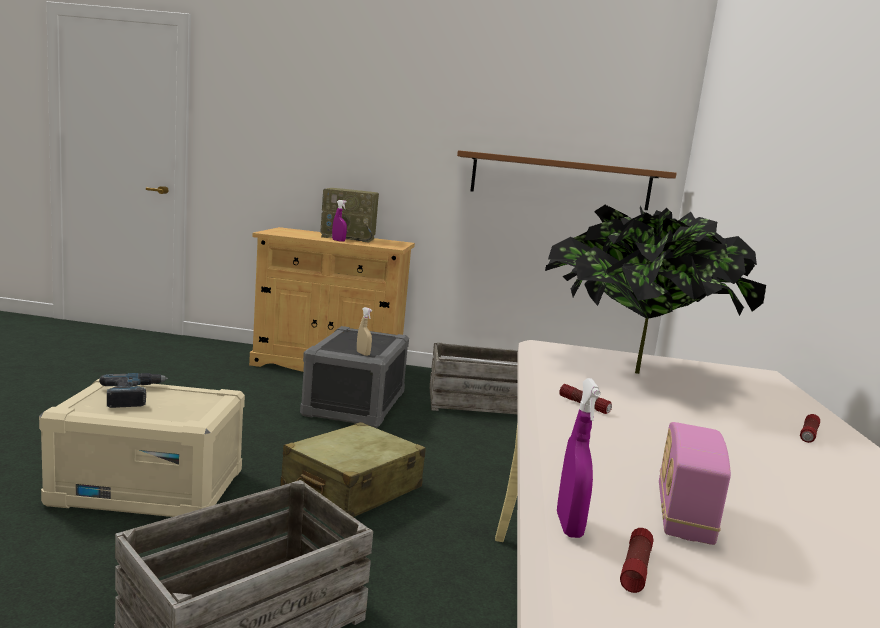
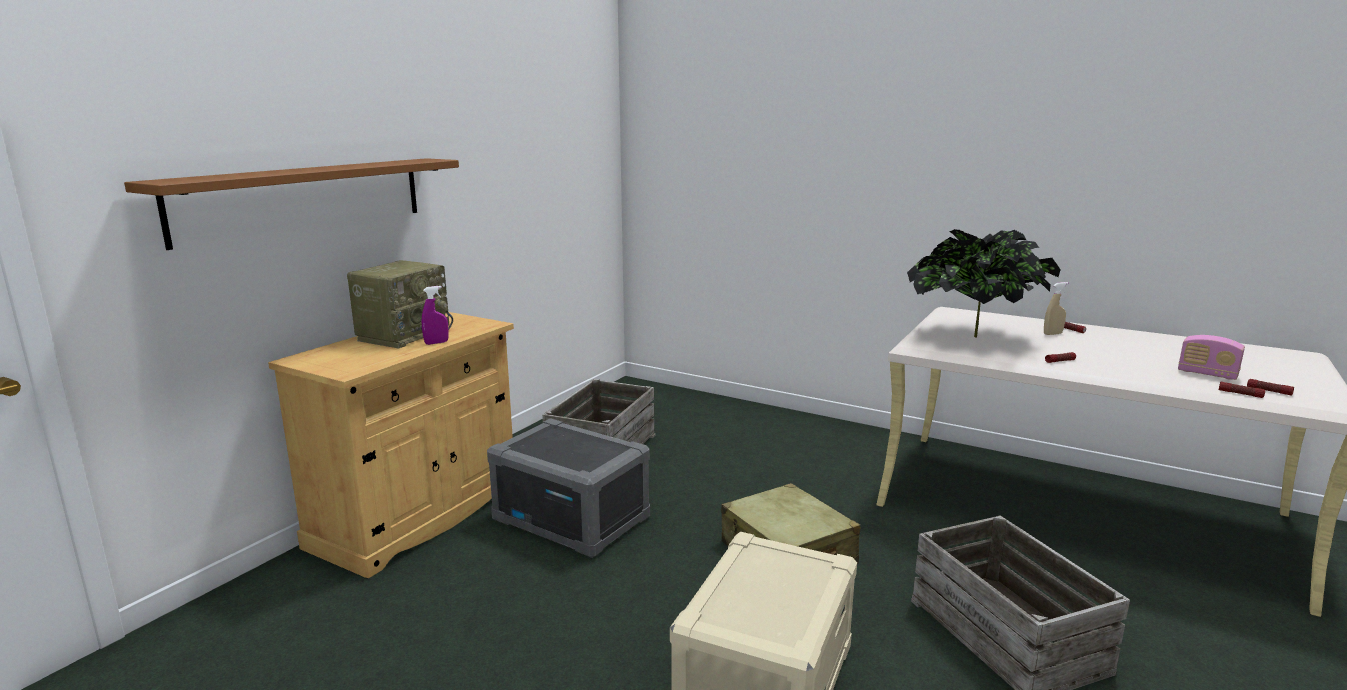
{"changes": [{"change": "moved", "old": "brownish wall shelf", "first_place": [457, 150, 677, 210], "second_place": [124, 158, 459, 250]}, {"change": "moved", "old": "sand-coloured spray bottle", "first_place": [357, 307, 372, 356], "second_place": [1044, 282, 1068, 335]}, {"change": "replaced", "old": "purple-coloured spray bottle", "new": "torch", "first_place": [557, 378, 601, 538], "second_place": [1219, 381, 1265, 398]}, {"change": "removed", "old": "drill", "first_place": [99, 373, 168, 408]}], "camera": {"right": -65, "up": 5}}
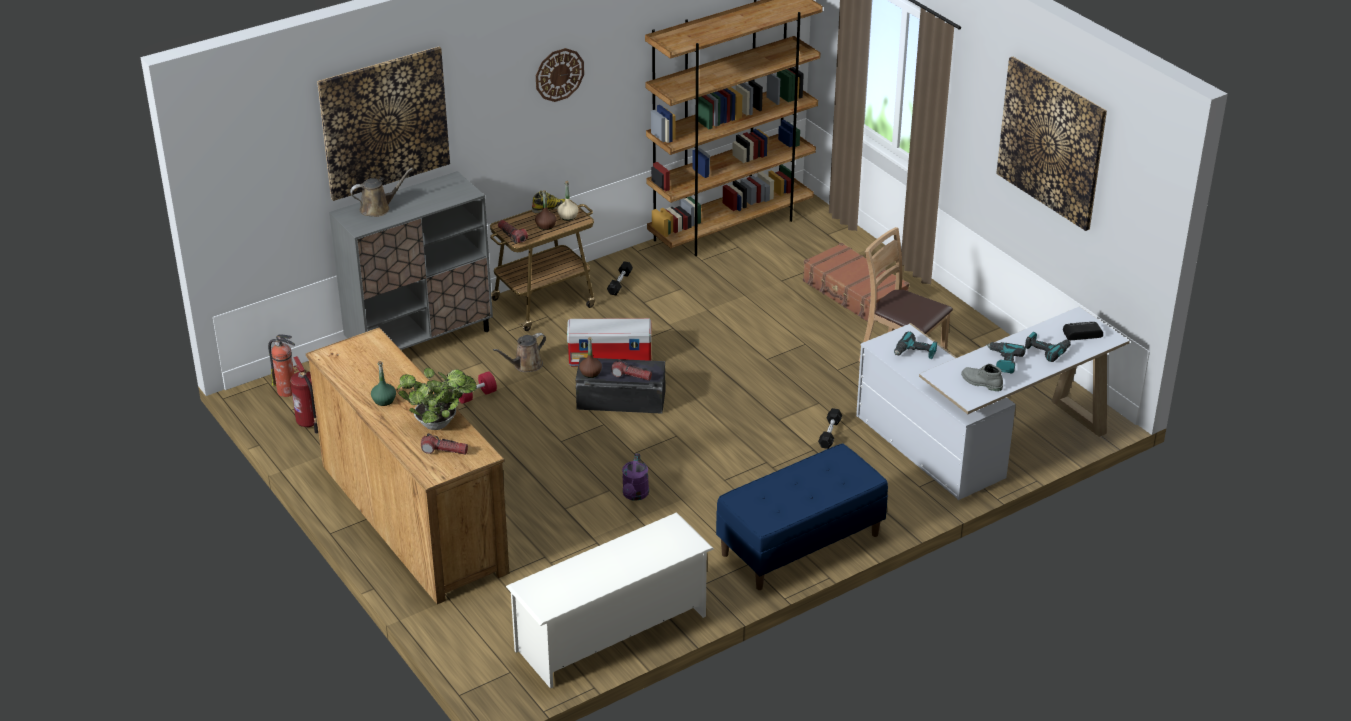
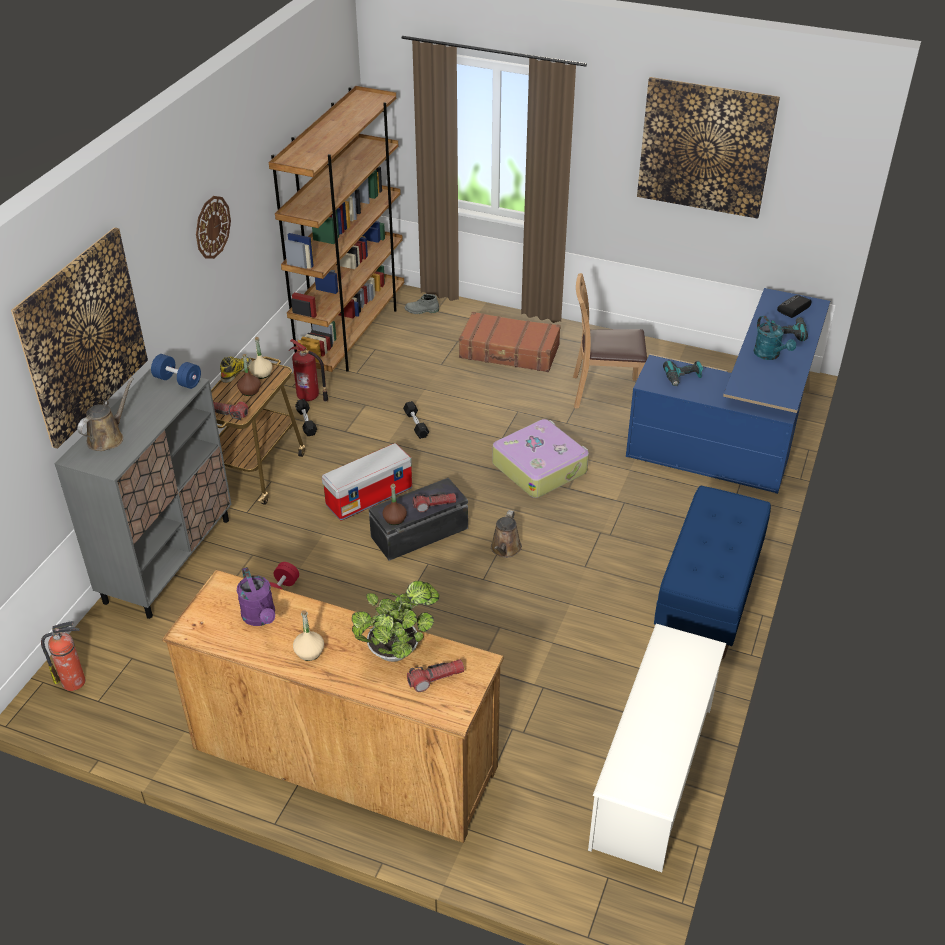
{"changes": [{"change": "added", "new": "blue-coloured hand weight", "second_place": [151, 354, 201, 389]}, {"change": "moved", "old": "purple-coloured sprinkling can", "first_place": [622, 453, 649, 501], "second_place": [237, 567, 275, 626]}, {"change": "moved", "old": "extinguisher", "first_place": [290, 356, 318, 434], "second_place": [289, 339, 328, 402]}, {"change": "recoloured", "old": "greenish beverage bottle", "new": "sand-coloured beverage bottle", "first_place": [371, 361, 396, 406], "second_place": [293, 610, 324, 661]}, {"change": "moved", "old": "black-coloured hand weight", "first_place": [818, 408, 842, 449], "second_place": [403, 401, 429, 439]}, {"change": "moved", "old": "grey high-top boot", "first_place": [961, 364, 1003, 391], "second_place": [405, 294, 439, 314]}, {"change": "moved", "old": "brownish sprinkling can", "first_place": [493, 333, 546, 372], "second_place": [491, 510, 522, 558]}, {"change": "added", "new": "piece of luggage", "second_place": [492, 419, 589, 498]}, {"change": "recoloured", "old": "white-coloured desk", "new": "blue-coloured desk", "first_place": [856, 307, 1130, 500], "second_place": [626, 288, 830, 494]}, {"change": "replaced", "old": "drill", "new": "blue-green sprinkling can", "first_place": [986, 342, 1026, 374], "second_place": [754, 316, 796, 360]}], "camera": {"right": -35, "up": 5}}
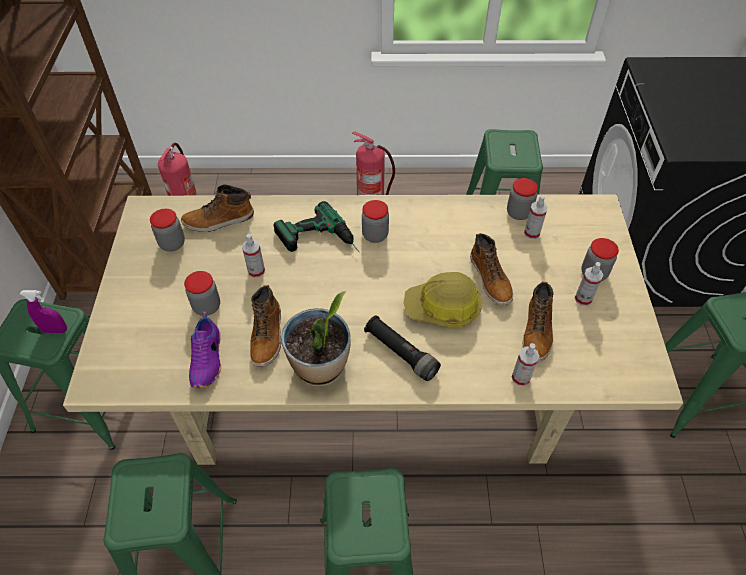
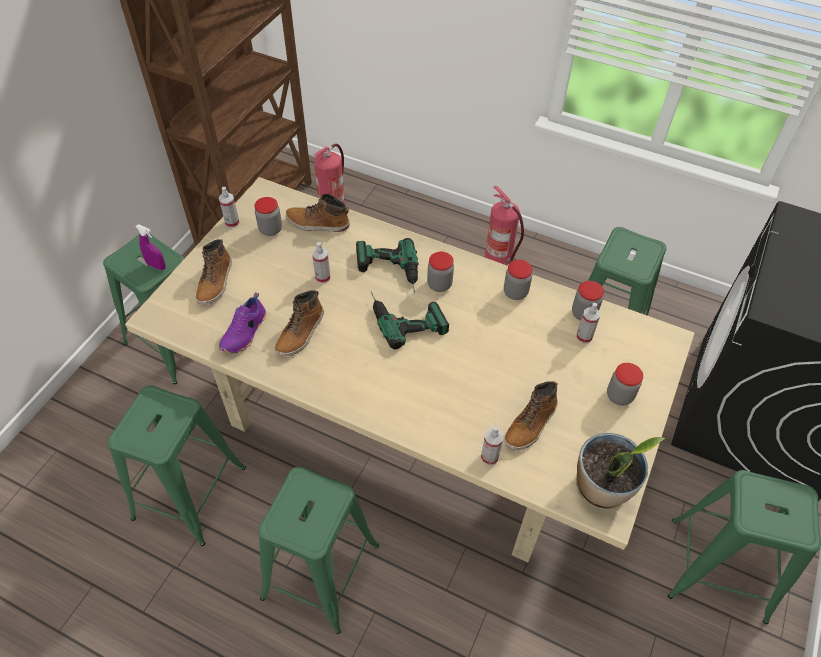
{"changes": [{"change": "moved", "old": "high-top boot", "first_place": [470, 233, 513, 305], "second_place": [196, 239, 232, 304]}, {"change": "moved", "old": "spray bottle", "first_place": [575, 262, 603, 306], "second_place": [219, 187, 239, 228]}, {"change": "added", "new": "drill", "second_place": [371, 292, 449, 349]}, {"change": "moved", "old": "preserve jar", "first_place": [184, 271, 220, 316], "second_place": [504, 260, 533, 300]}, {"change": "moved", "old": "plant in a pot", "first_place": [281, 291, 351, 387], "second_place": [576, 433, 665, 510]}, {"change": "removed", "old": "black-coloured torch", "first_place": [364, 315, 441, 381]}, {"change": "removed", "old": "safety helmet", "first_place": [404, 272, 482, 327]}], "camera": {"right": 25, "up": 0}}
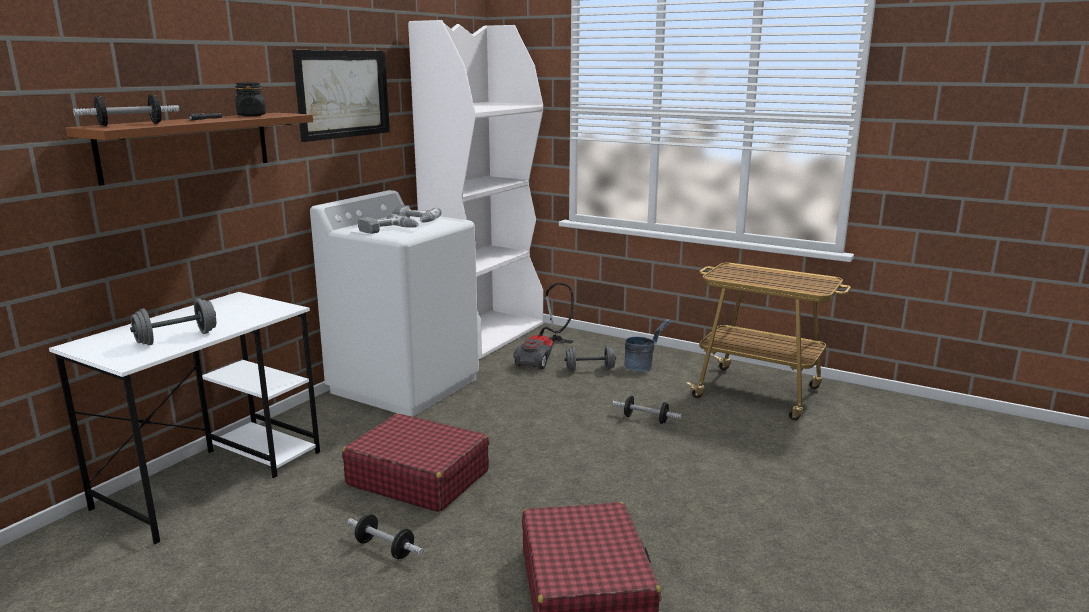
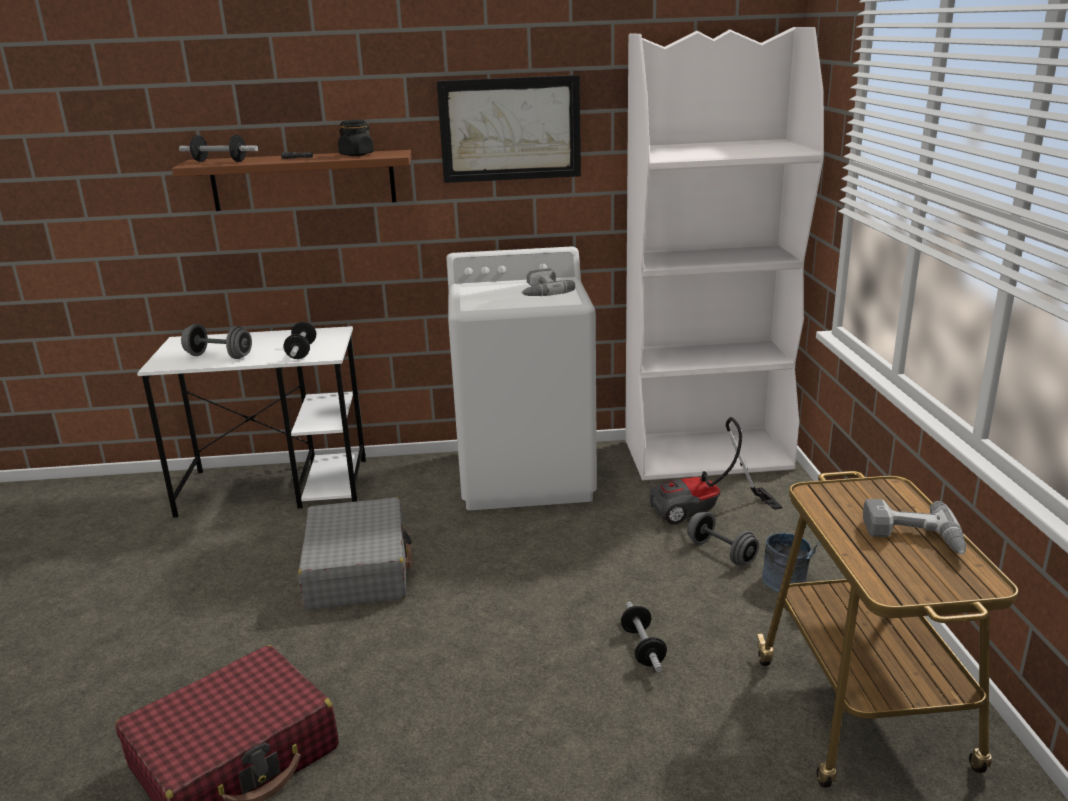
{"changes": [{"change": "moved", "old": "hand weight", "first_place": [347, 514, 423, 559], "second_place": [284, 322, 316, 359]}, {"change": "recoloured", "old": "reddish piece of luggage", "new": "grey piece of luggage", "first_place": [342, 414, 489, 512], "second_place": [298, 497, 412, 610]}, {"change": "moved", "old": "drill", "first_place": [358, 214, 419, 234], "second_place": [863, 499, 966, 555]}], "camera": {"right": 55, "up": 5}}
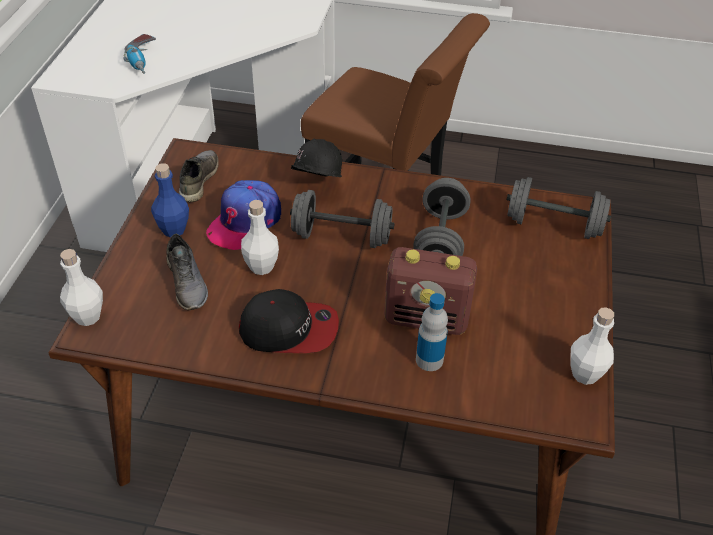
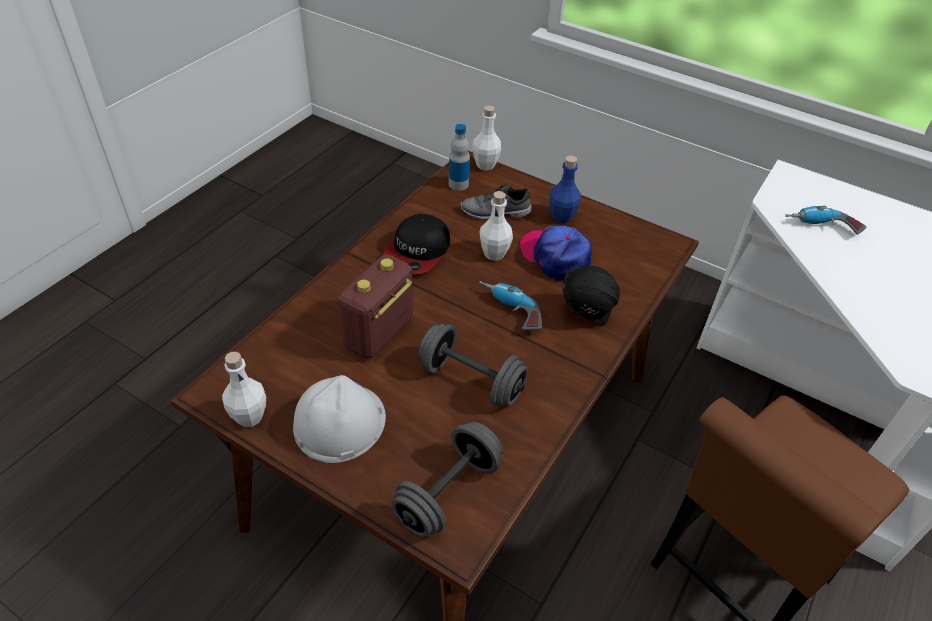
{"changes": [{"change": "added", "new": "white-coloured safety helmet", "second_place": [293, 375, 386, 463]}, {"change": "moved", "old": "beverage bottle", "first_place": [416, 293, 448, 371], "second_place": [449, 124, 470, 191]}, {"change": "replaced", "old": "grey hand weight", "new": "drill", "first_place": [290, 190, 395, 248], "second_place": [479, 281, 542, 330]}, {"change": "removed", "old": "grey shoe", "first_place": [179, 150, 219, 202]}], "camera": {"right": 110, "up": 0}}
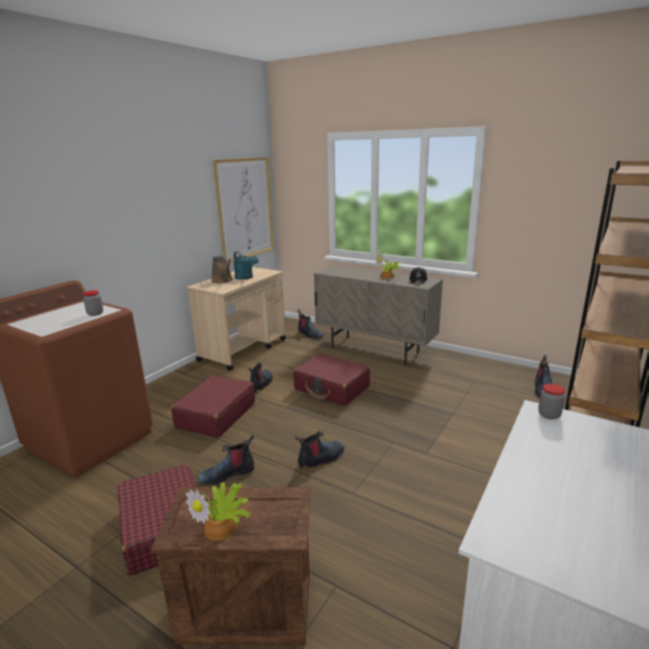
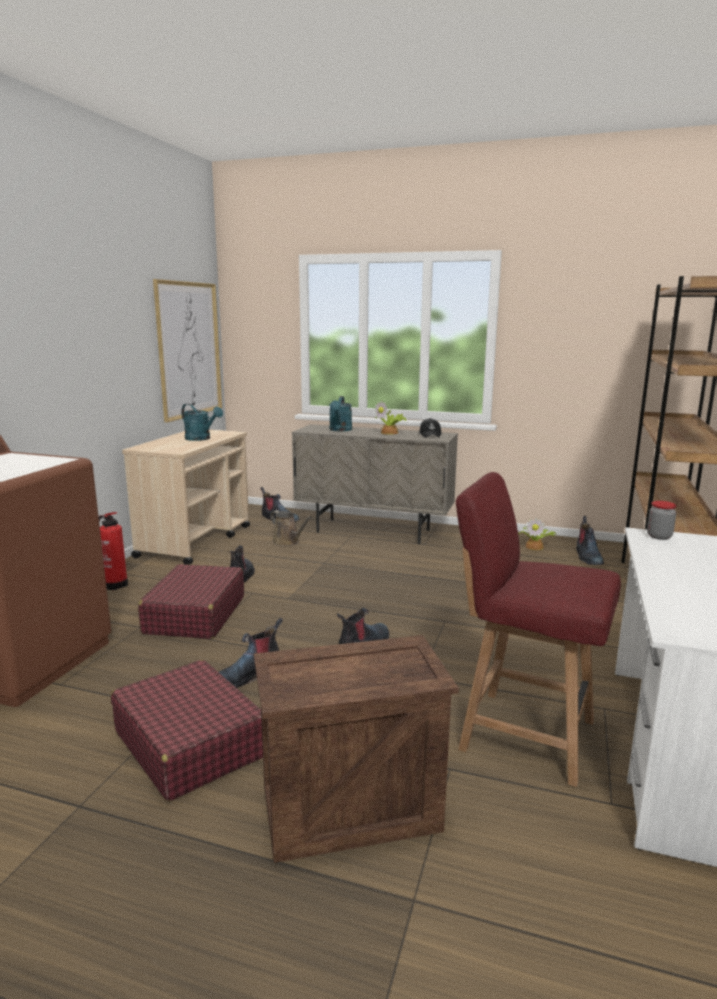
{"changes": [{"change": "added", "new": "extinguisher", "second_place": [99, 512, 128, 590]}, {"change": "moved", "old": "brownish sprinkling can", "first_place": [211, 256, 233, 283], "second_place": [270, 510, 312, 546]}, {"change": "added", "new": "blue-green sprinkling can", "second_place": [330, 396, 352, 431]}, {"change": "added", "new": "reddish plain chair", "second_place": [456, 472, 621, 787]}, {"change": "moved", "old": "plant in a pot", "first_place": [186, 481, 251, 541], "second_place": [518, 518, 556, 550]}, {"change": "removed", "old": "preserve jar", "first_place": [83, 290, 103, 316]}, {"change": "removed", "old": "reddish piece of luggage", "first_place": [293, 353, 370, 406]}], "camera": {"right": -15, "up": -5}}
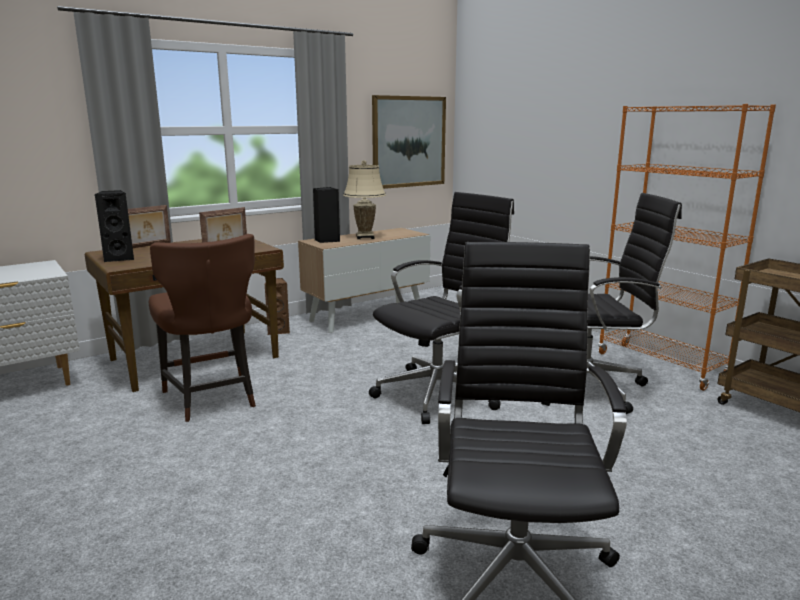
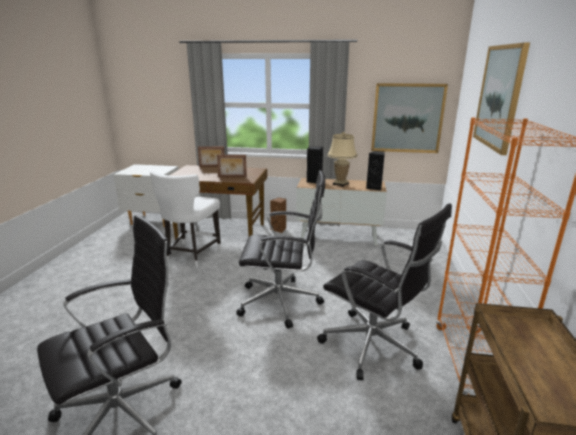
{"changes": [{"change": "recoloured", "old": "brownish plain chair", "new": "white-coloured plain chair", "first_place": [149, 234, 256, 422], "second_place": [150, 171, 221, 267]}, {"change": "moved", "old": "black-coloured speaker", "first_place": [95, 190, 134, 262], "second_place": [366, 151, 385, 191]}, {"change": "added", "new": "picture", "second_place": [473, 43, 530, 155]}], "camera": {"right": 45, "up": 5}}
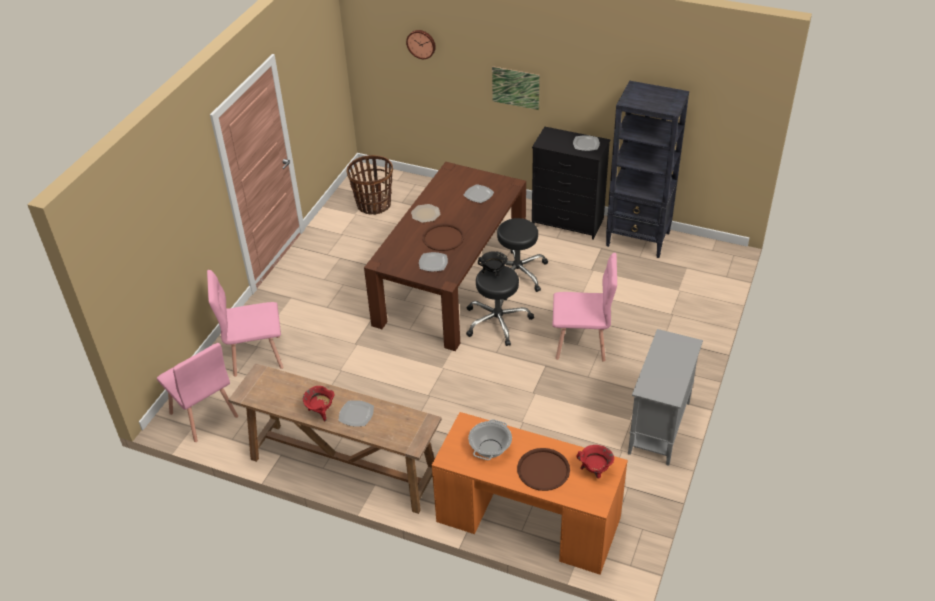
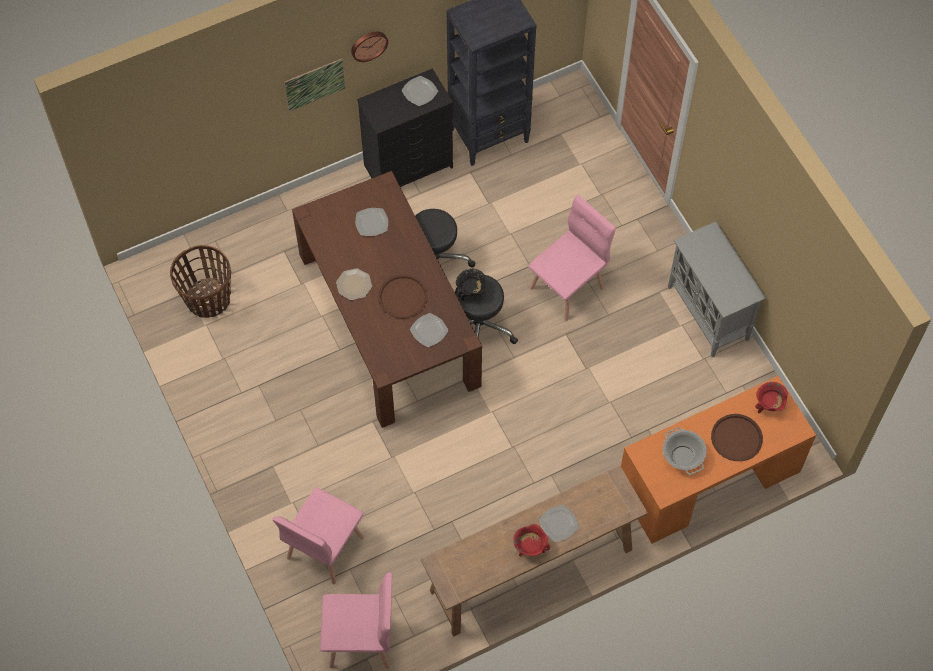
{"changes": [{"change": "moved", "old": "hanging clock", "first_place": [406, 30, 436, 59], "second_place": [351, 32, 388, 62]}], "camera": {"right": -50, "up": 20}}
